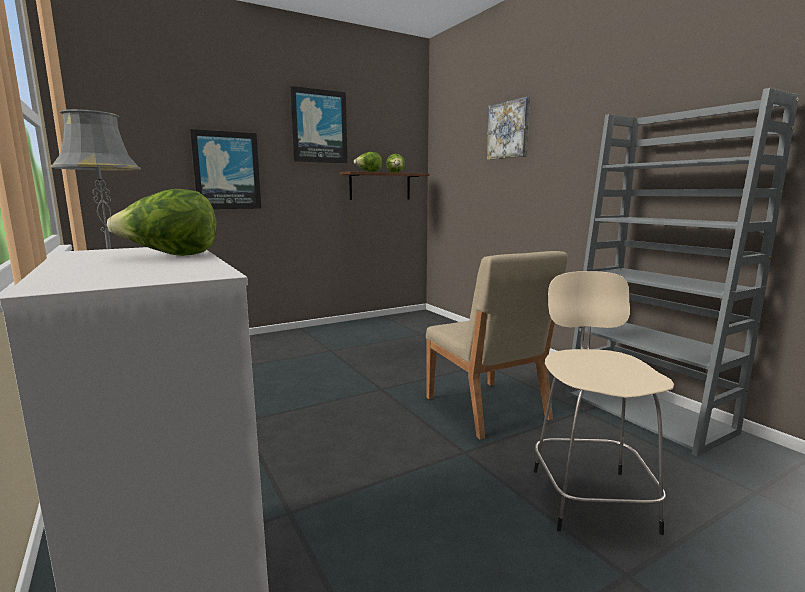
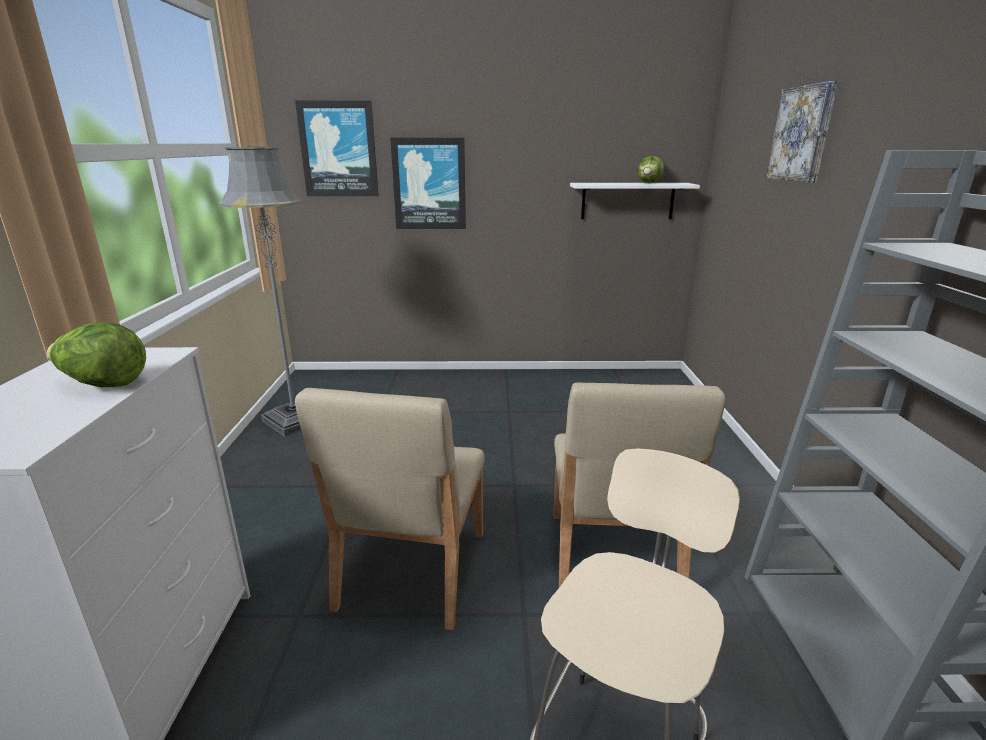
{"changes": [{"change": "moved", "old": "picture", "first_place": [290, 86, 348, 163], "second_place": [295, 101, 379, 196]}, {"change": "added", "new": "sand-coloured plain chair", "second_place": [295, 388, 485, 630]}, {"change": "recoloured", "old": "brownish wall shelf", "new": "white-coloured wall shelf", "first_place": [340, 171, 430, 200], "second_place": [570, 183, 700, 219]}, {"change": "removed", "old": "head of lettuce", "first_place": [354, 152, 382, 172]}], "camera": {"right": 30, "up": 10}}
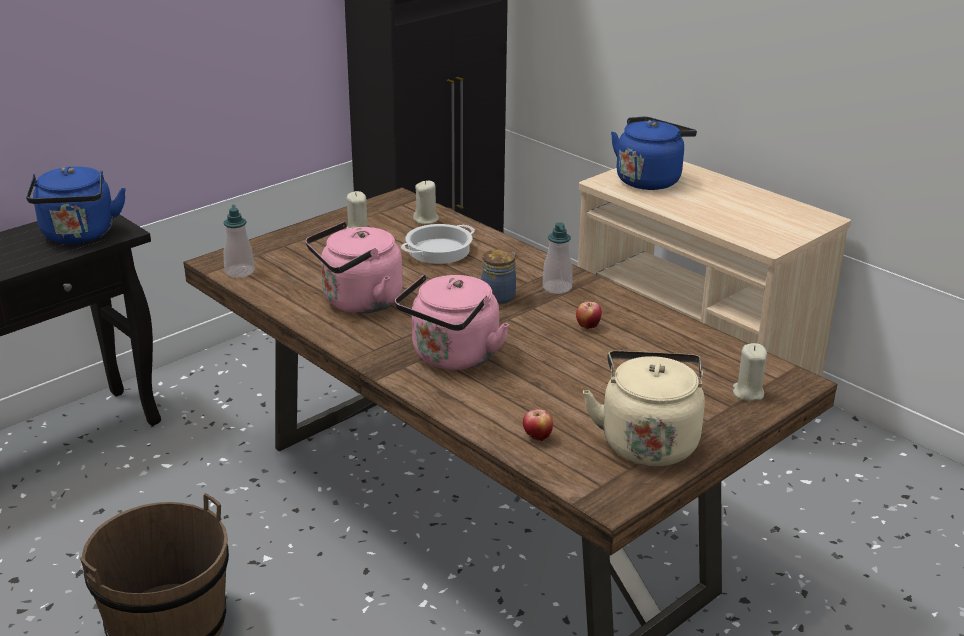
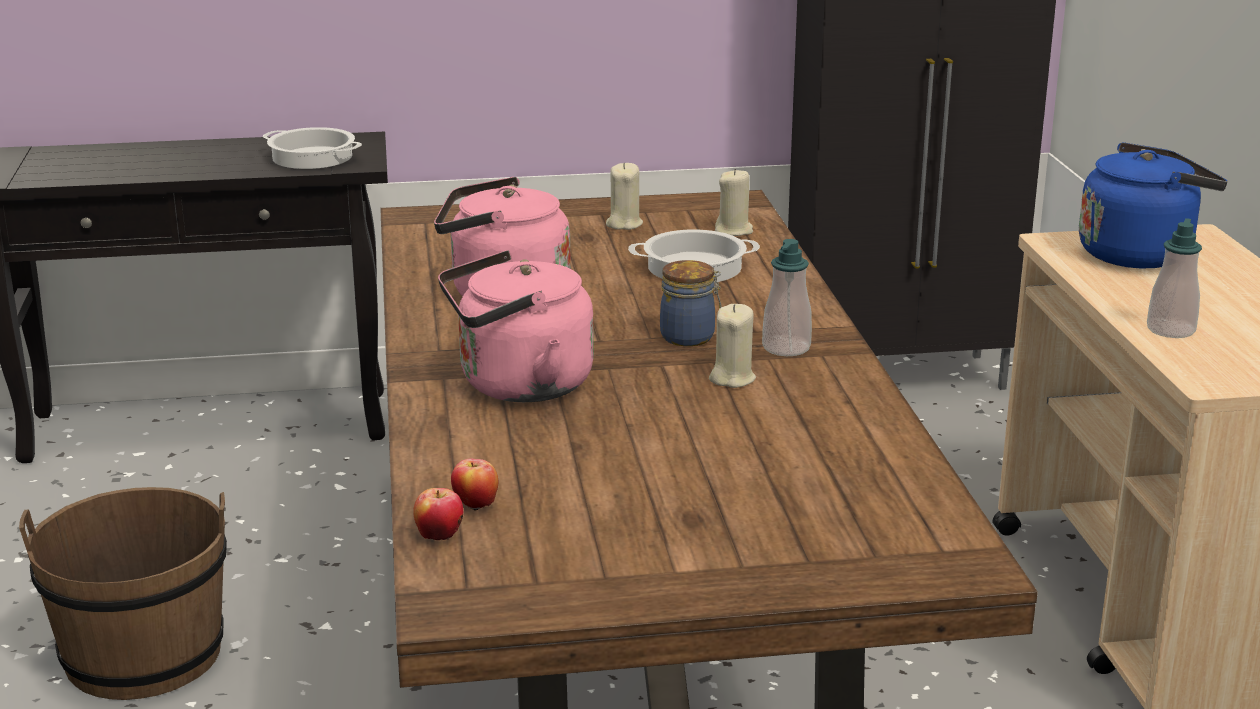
{"changes": [{"change": "replaced", "old": "blue-coloured kettle", "new": "stockpot", "first_place": [26, 166, 126, 244], "second_place": [262, 127, 362, 169]}, {"change": "moved", "old": "apple", "first_place": [576, 301, 602, 329], "second_place": [413, 488, 463, 540]}, {"change": "moved", "old": "sand-coloured wax light", "first_place": [733, 343, 767, 401], "second_place": [709, 304, 756, 388]}, {"change": "moved", "old": "liquid soap bottle", "first_place": [224, 205, 255, 278], "second_place": [1147, 218, 1202, 338]}, {"change": "removed", "old": "sand-coloured kettle", "first_place": [583, 351, 705, 466]}], "camera": {"right": 35, "up": -5}}
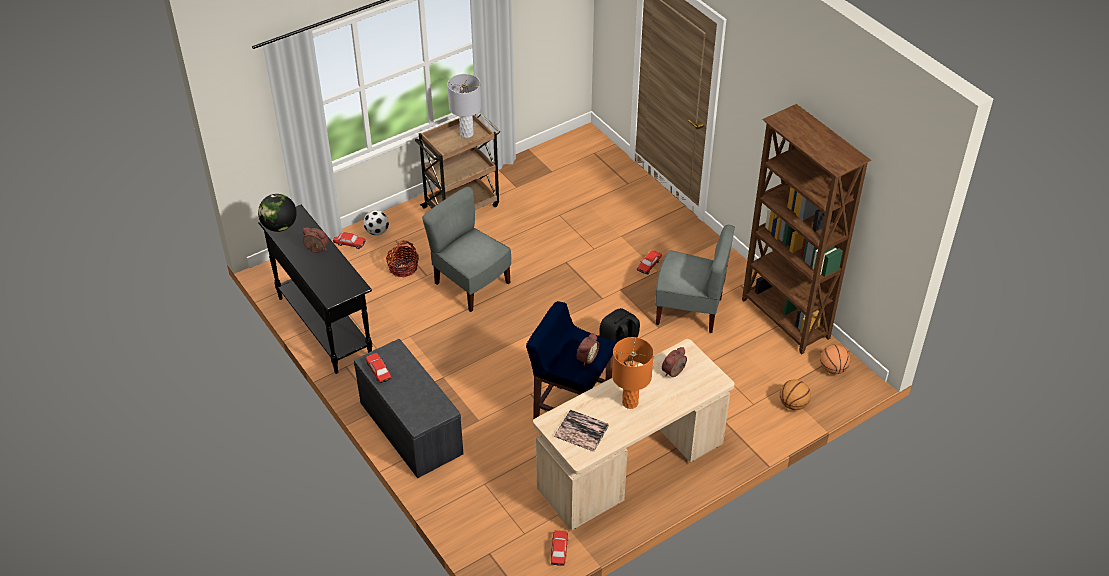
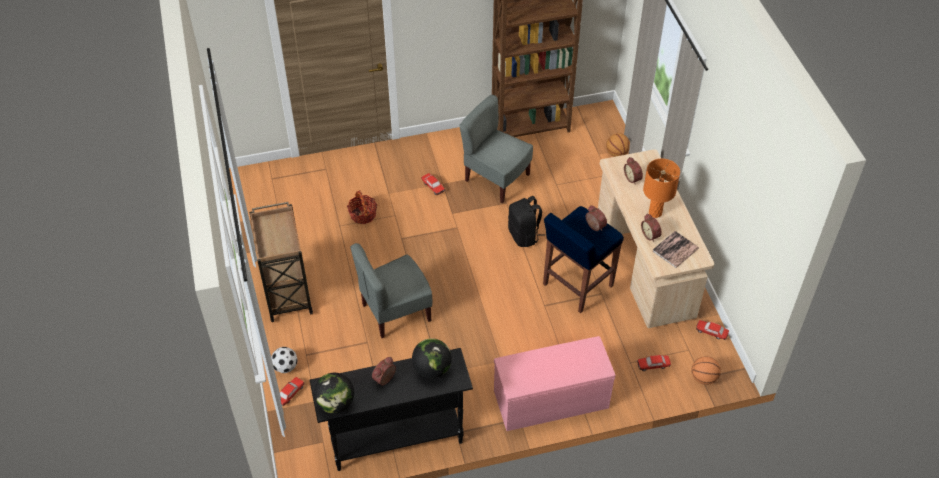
{"changes": [{"change": "moved", "old": "basket", "first_place": [385, 240, 419, 277], "second_place": [347, 190, 377, 224]}, {"change": "added", "new": "desk globe", "second_place": [412, 338, 452, 378]}, {"change": "turned", "old": "grey plain chair", "first_place": [656, 225, 735, 333], "second_place": [460, 95, 533, 203], "degrees": -90}, {"change": "recoloured", "old": "grey indoor bench", "new": "pinkish indoor bench", "first_place": [354, 339, 463, 478], "second_place": [494, 336, 615, 431]}, {"change": "moved", "old": "model car", "first_place": [366, 353, 391, 383], "second_place": [637, 355, 671, 371]}, {"change": "added", "new": "table clock", "second_place": [641, 214, 662, 242]}, {"change": "moved", "old": "basketball ball", "first_place": [820, 344, 851, 374], "second_place": [691, 356, 721, 385]}, {"change": "removed", "old": "grey lamp for a table", "first_place": [447, 74, 481, 138]}], "camera": {"right": -70, "up": 5}}
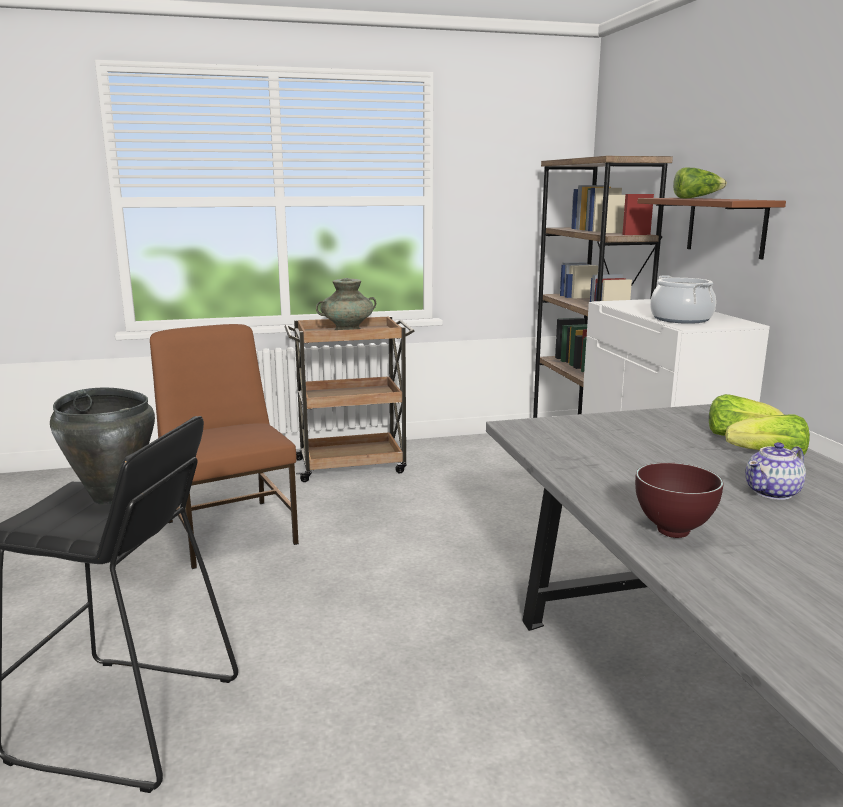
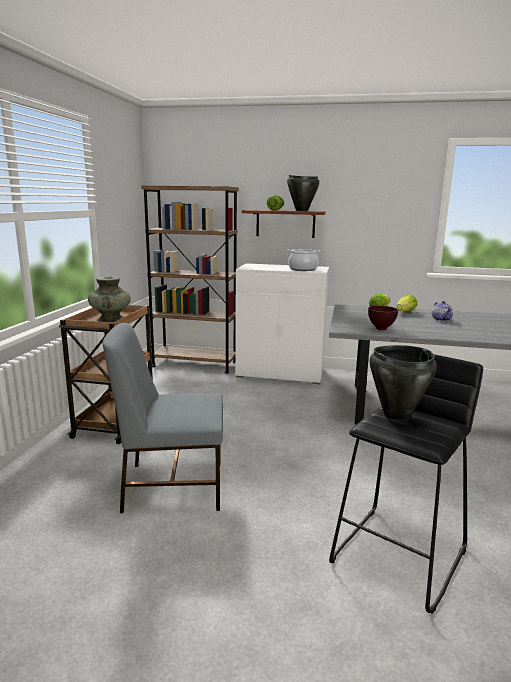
{"changes": [{"change": "recoloured", "old": "brownish plain chair", "new": "grey plain chair", "first_place": [150, 324, 299, 569], "second_place": [103, 323, 223, 513]}, {"change": "added", "new": "black-coloured stockpot", "second_place": [287, 175, 319, 211]}, {"change": "moved", "old": "brownish bowl", "first_place": [635, 462, 724, 538], "second_place": [368, 306, 398, 330]}], "camera": {"right": -65, "up": 0}}
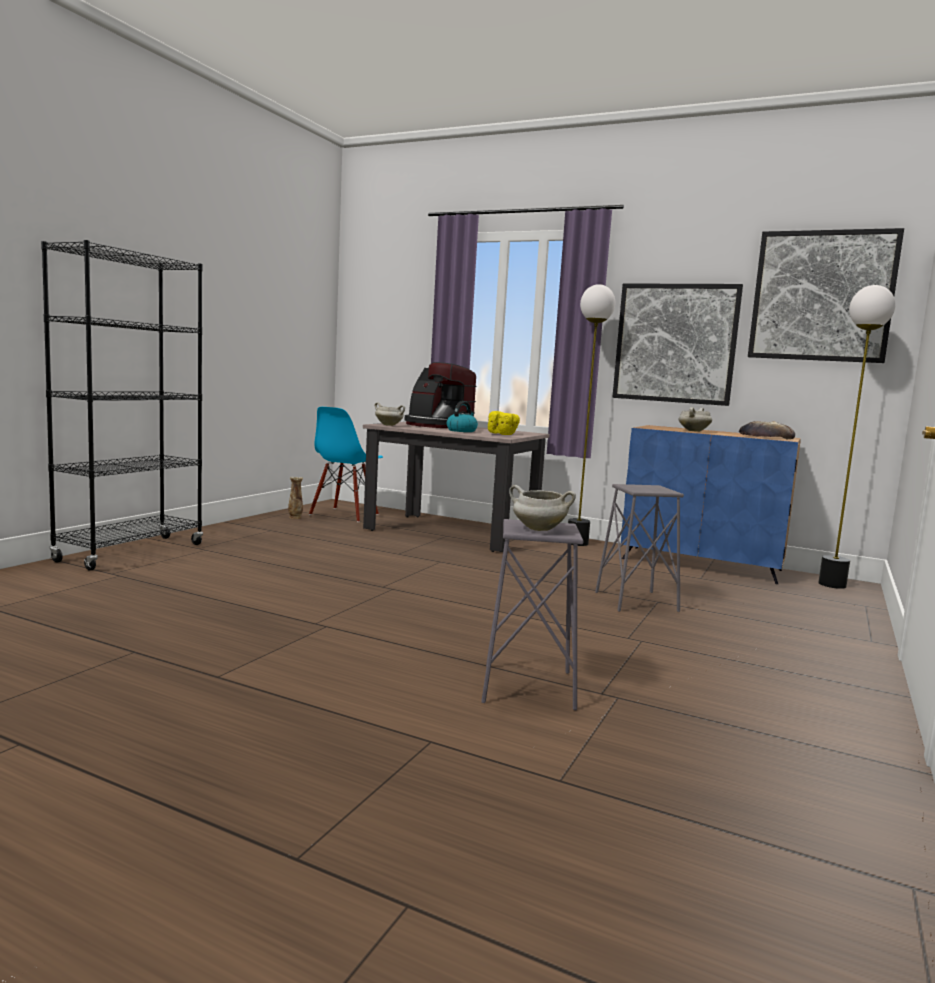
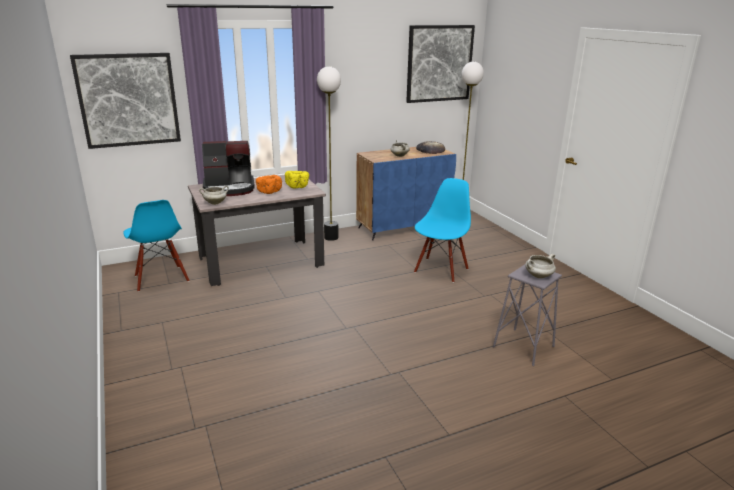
{"changes": [{"change": "moved", "old": "picture", "first_place": [612, 283, 743, 406], "second_place": [70, 53, 181, 149]}, {"change": "replaced", "old": "kettle", "new": "orange-coloured bowl", "first_place": [446, 401, 478, 432], "second_place": [256, 175, 282, 194]}, {"change": "replaced", "old": "grey stool", "new": "blue-coloured plain chair", "first_place": [595, 484, 684, 612], "second_place": [414, 178, 471, 283]}, {"change": "removed", "old": "black-coloured shelving unit", "first_place": [41, 240, 203, 571]}, {"change": "removed", "old": "flower vase", "first_place": [288, 477, 303, 519]}], "camera": {"right": -50, "up": 15}}
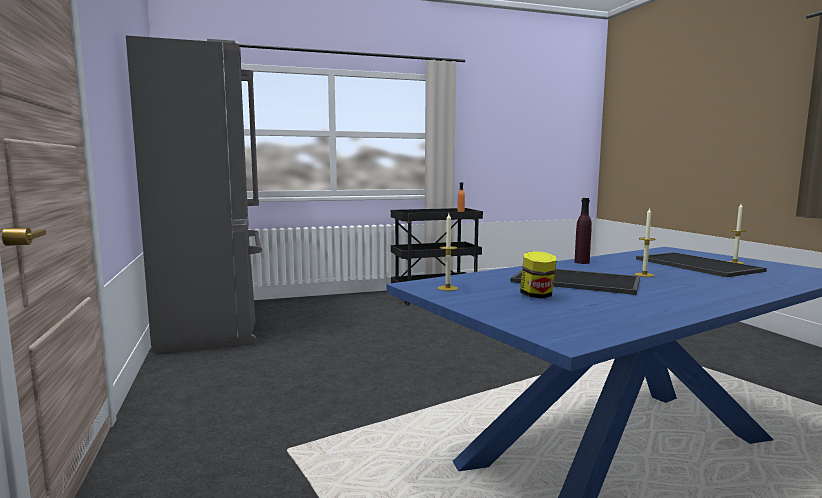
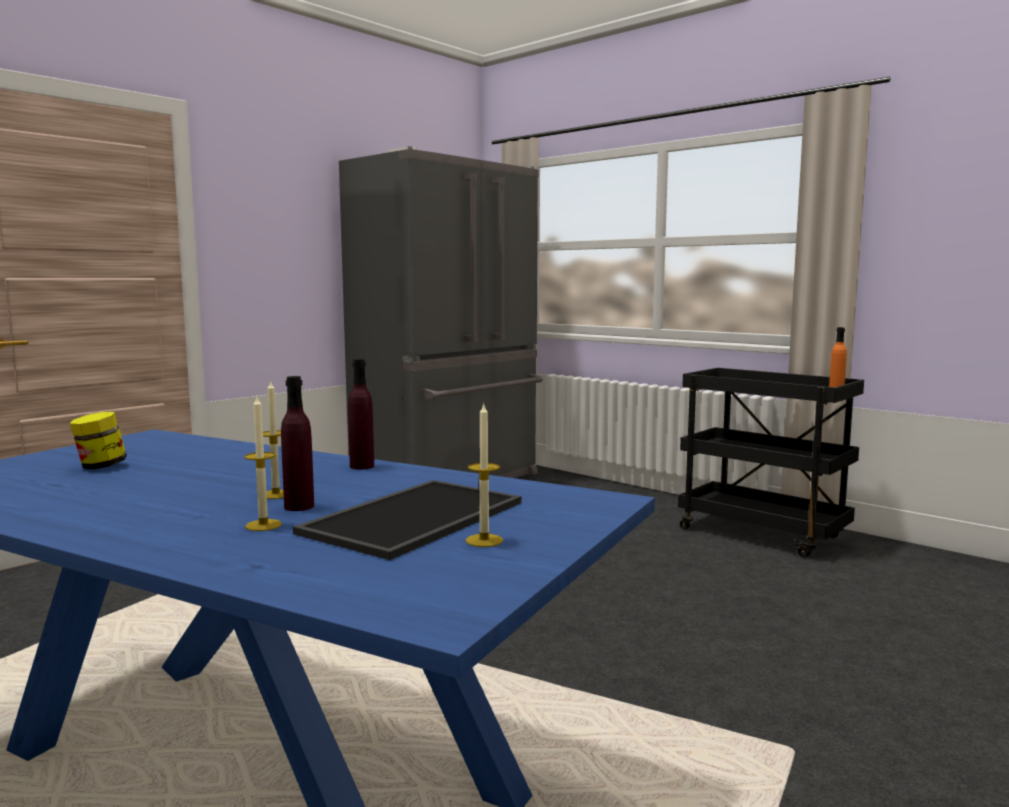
{"changes": [{"change": "moved", "old": "wax light", "first_place": [438, 213, 458, 291], "second_place": [244, 397, 282, 531]}, {"change": "added", "new": "purple-coloured beverage bottle", "second_place": [281, 376, 314, 511]}, {"change": "removed", "old": "carrying tray", "first_place": [510, 269, 640, 295]}], "camera": {"right": 60, "up": 0}}
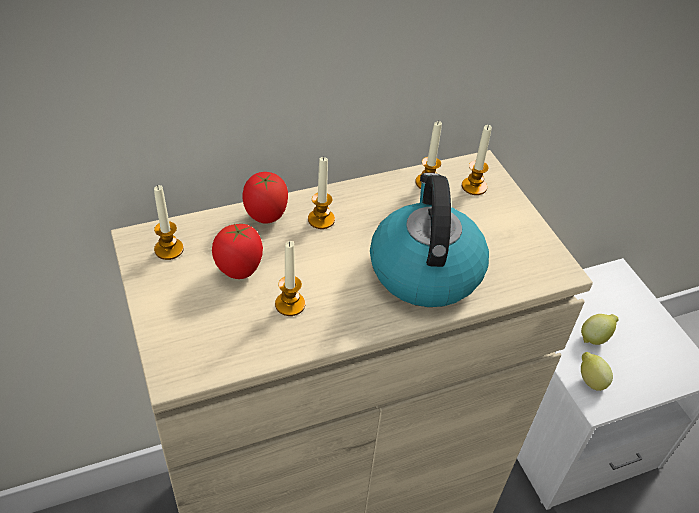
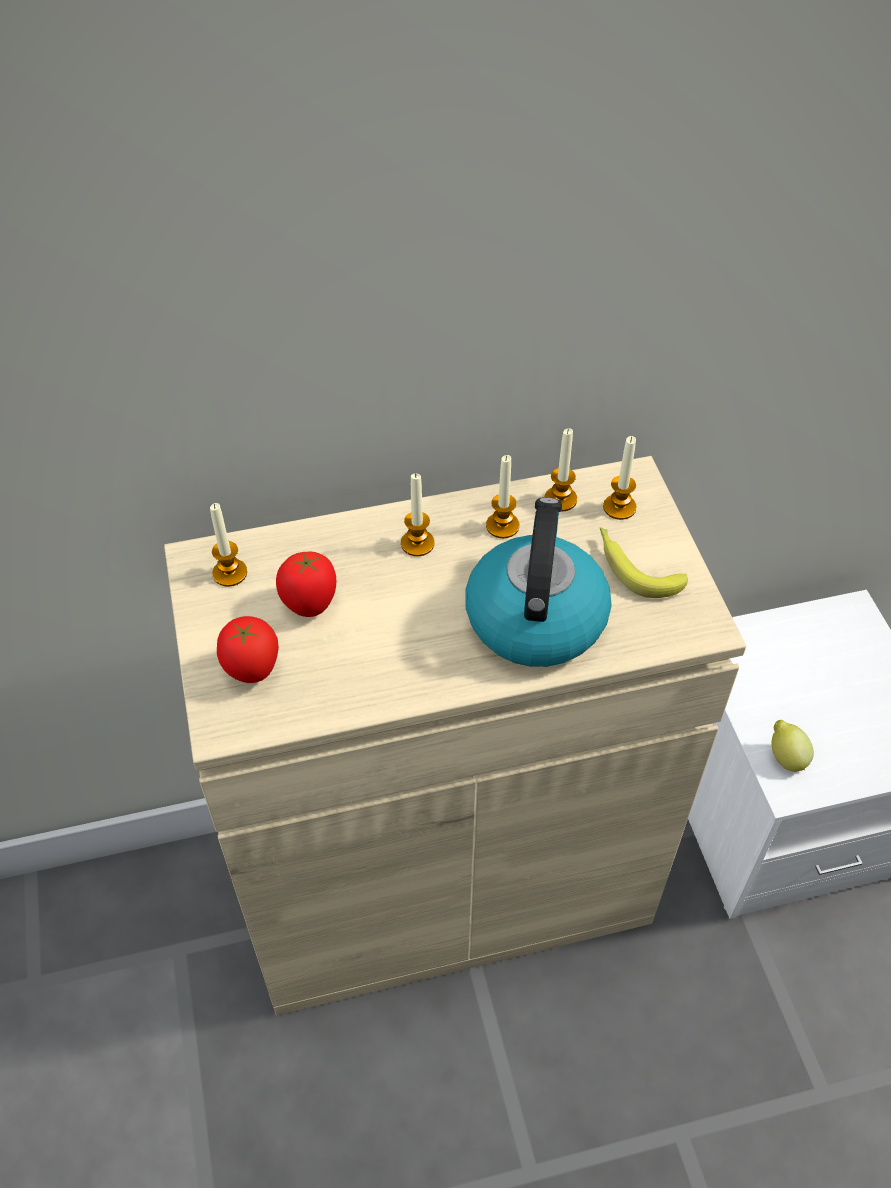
{"changes": [{"change": "moved", "old": "whole tomato", "first_place": [243, 172, 288, 224], "second_place": [217, 616, 279, 683]}, {"change": "moved", "old": "wax light", "first_place": [275, 241, 305, 316], "second_place": [486, 455, 519, 538]}, {"change": "added", "new": "whole banana", "second_place": [600, 528, 688, 598]}, {"change": "removed", "old": "whole lemon", "first_place": [581, 314, 619, 345]}], "camera": {"right": 10, "up": 5}}
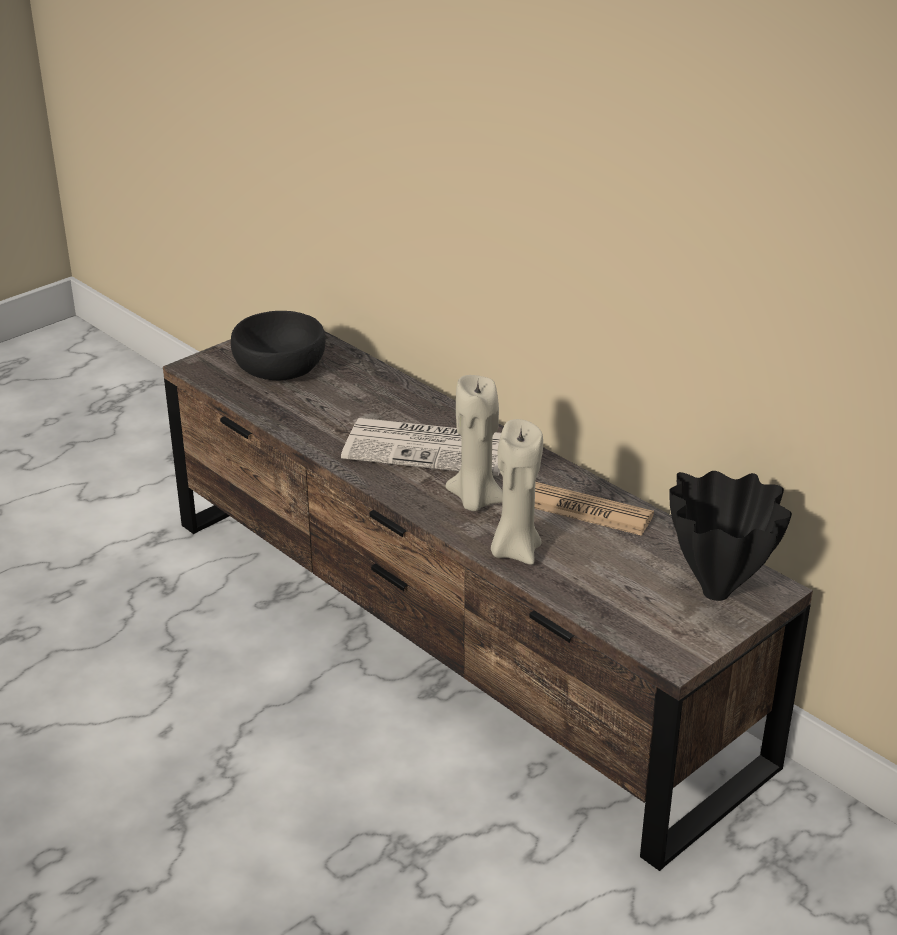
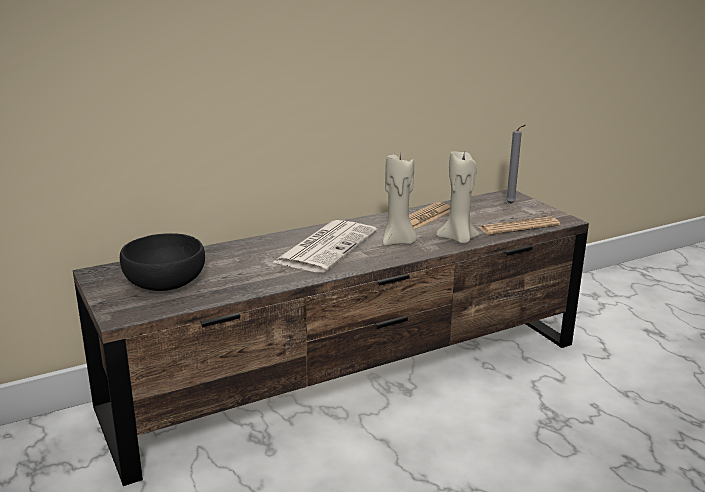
{"changes": [{"change": "added", "new": "daily paper", "second_place": [479, 216, 560, 235]}, {"change": "replaced", "old": "black-coloured flower vase", "new": "grey wax light", "first_place": [669, 471, 792, 601], "second_place": [506, 125, 525, 204]}], "camera": {"right": -75, "up": -10}}
